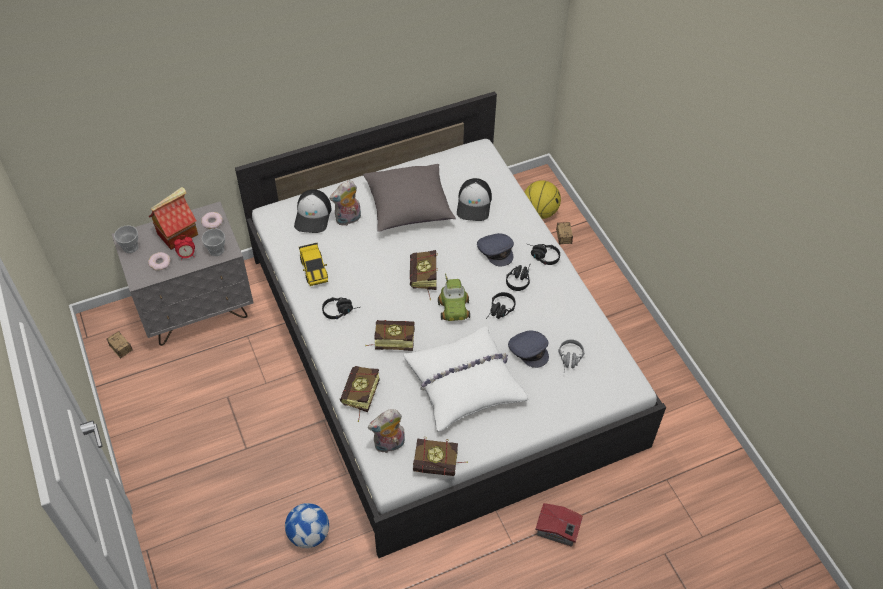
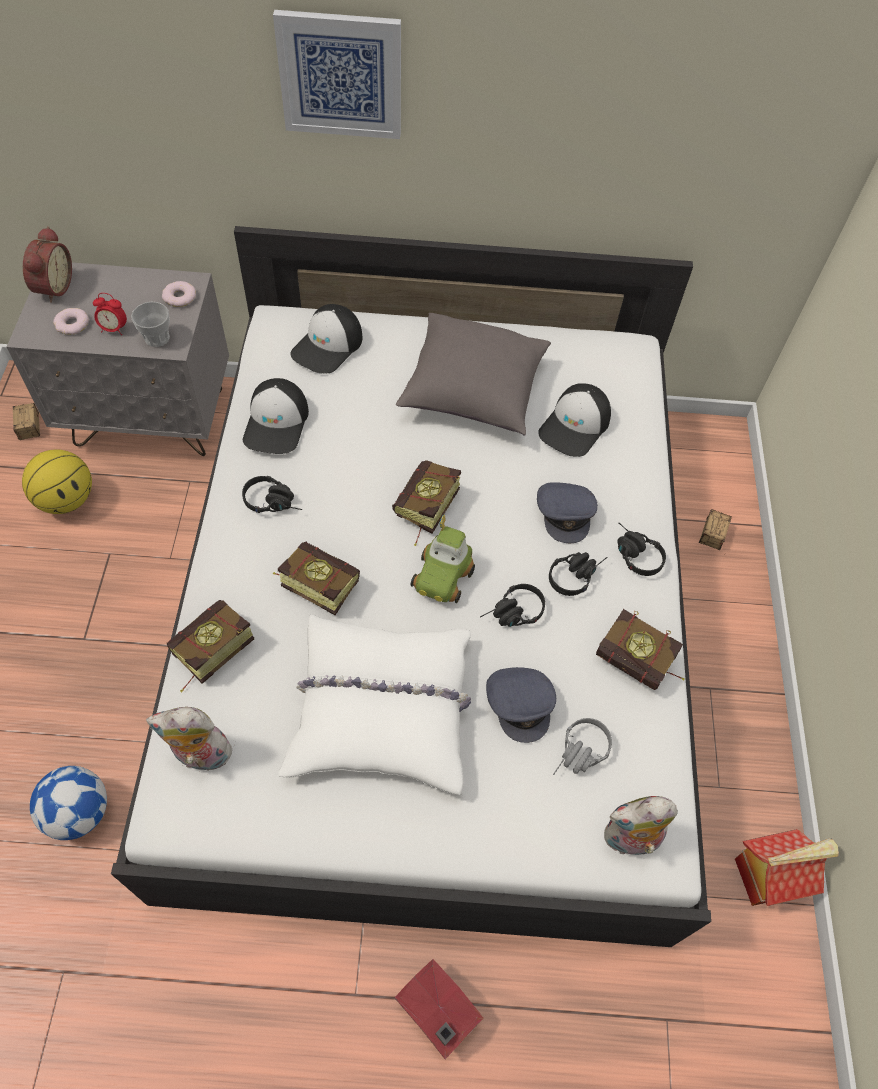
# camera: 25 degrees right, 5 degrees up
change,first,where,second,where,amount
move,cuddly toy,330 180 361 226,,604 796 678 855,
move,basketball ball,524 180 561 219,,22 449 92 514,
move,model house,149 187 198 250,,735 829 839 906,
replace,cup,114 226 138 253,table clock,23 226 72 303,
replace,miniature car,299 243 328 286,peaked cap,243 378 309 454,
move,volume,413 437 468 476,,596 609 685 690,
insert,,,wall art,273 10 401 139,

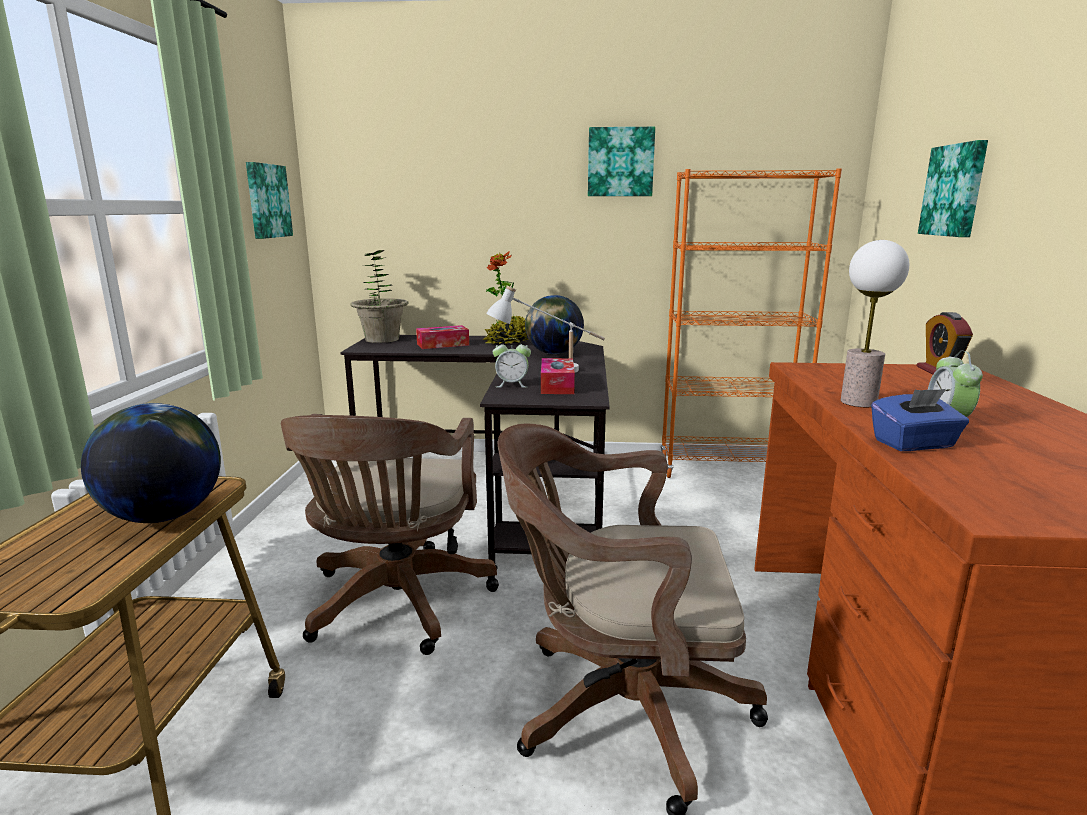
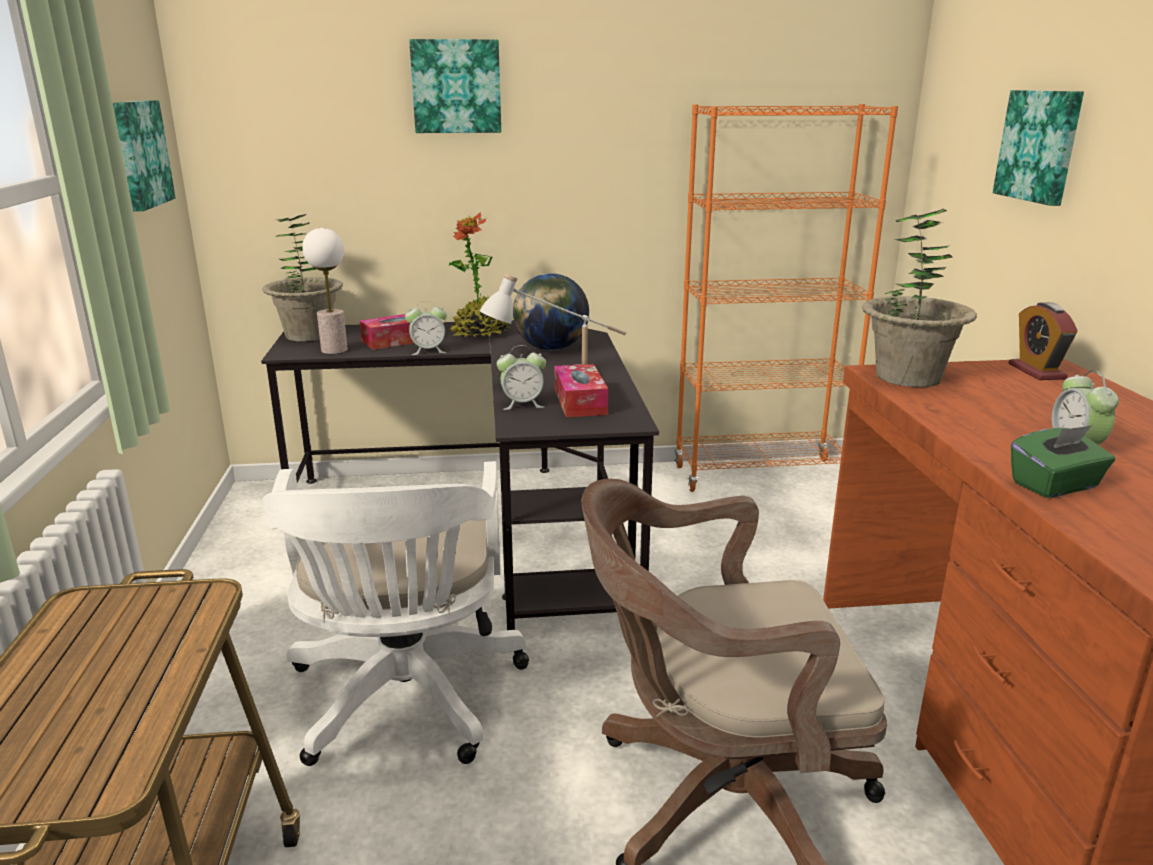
# camera: 10 degrees left, 5 degrees up
change,first,where,second,where,amount
move,wall art,588 127 655 196,,409 39 501 133,
move,tabletop lamp,841 240 909 407,,302 228 348 354,
recolor,blue-coloured tissue box,871 389 969 451,green-coloured tissue box,1011 425 1115 498,
delete,globe,81 403 221 523,,,
recolor,brown desk chair,281 414 499 655,white desk chair,263 461 529 766,
insert,,,houseplant,862 208 977 387,
insert,,,table clock,405 301 447 355,

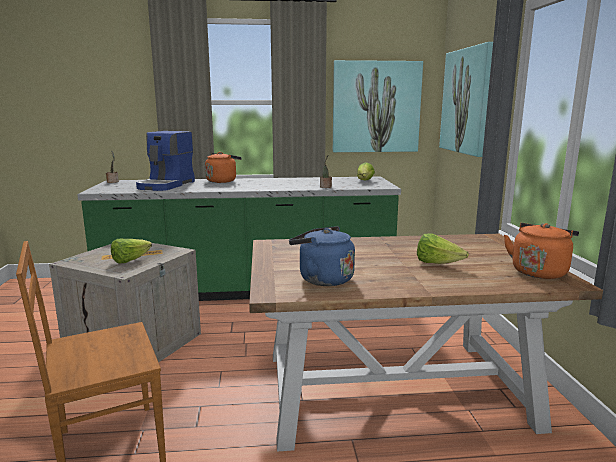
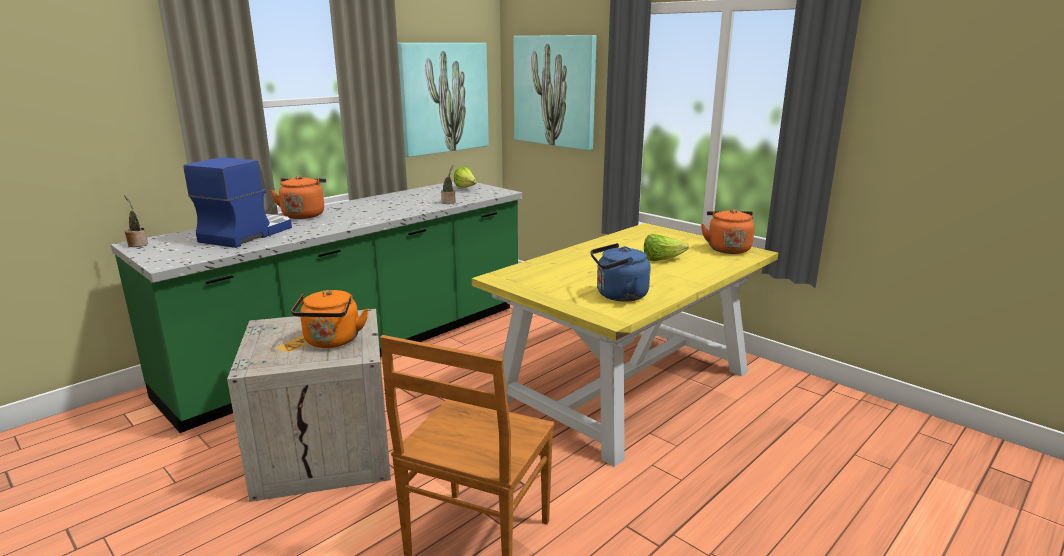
# camera: 40 degrees left, 5 degrees up
change,first,where,second,where,amount
rotate,coffee brewer,136 131 195 191,,183 157 292 248,135 degrees counterclockwise
recolor,brown dining table,249 234 603 452,yellow dining table,472 223 778 467,
replace,head of lettuce,111 239 152 263,orange tea kettle,291 290 368 348,

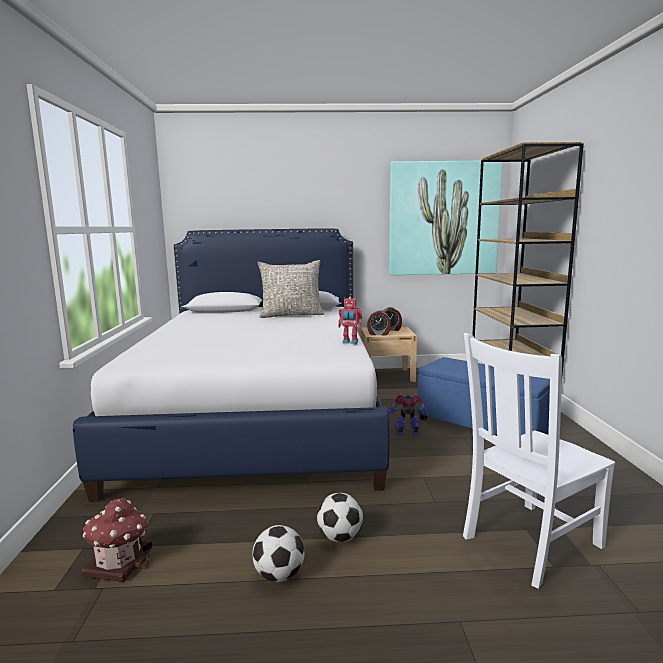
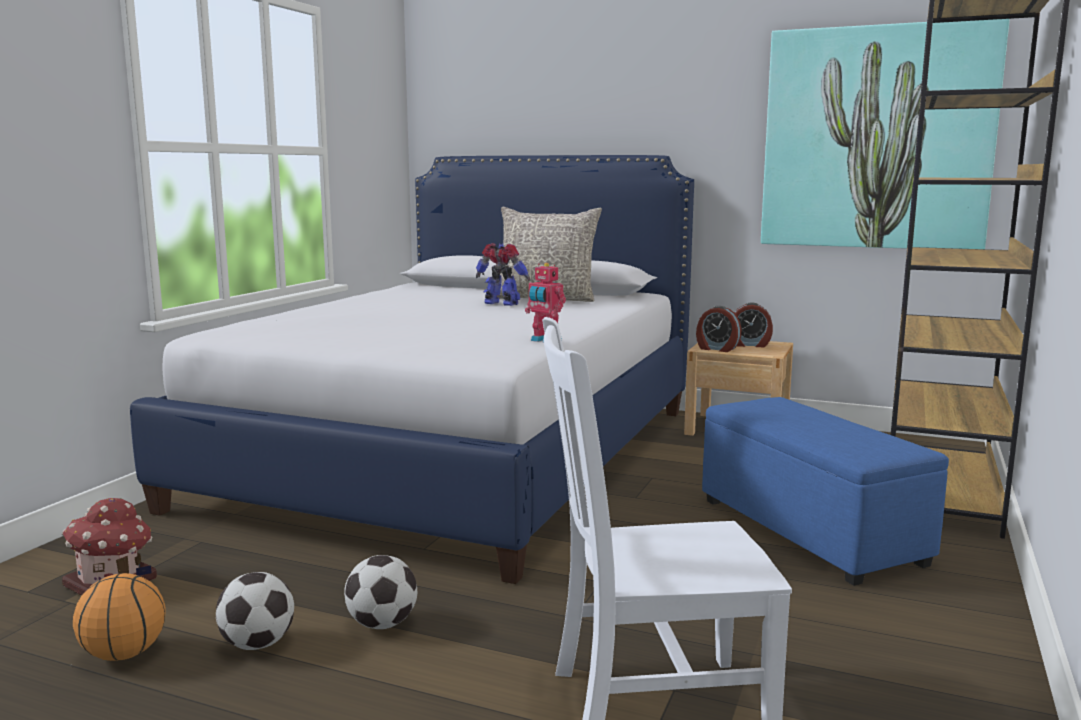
# camera: 25 degrees right, 0 degrees up
change,first,where,second,where,amount
move,toy robot,389 393 429 435,,476 243 531 306,
insert,,,basketball ball,73 573 166 661,

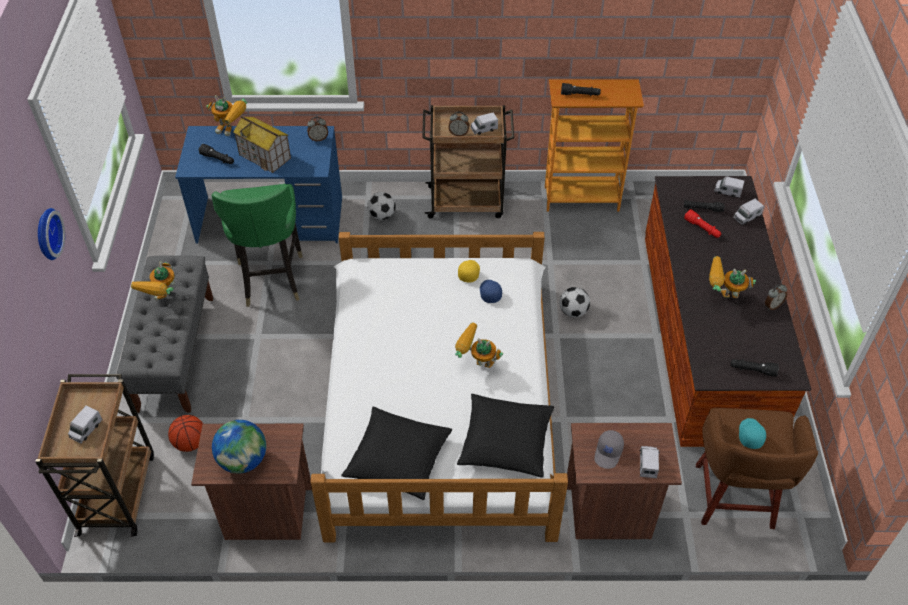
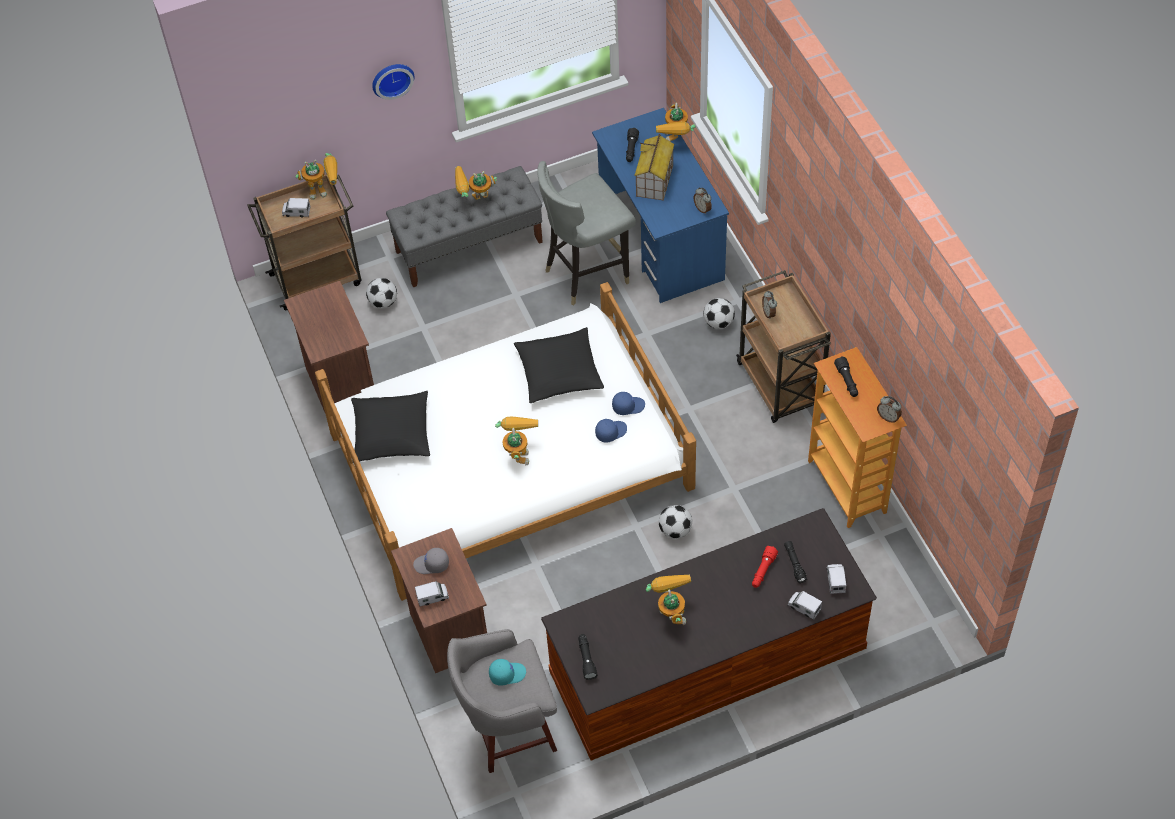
# camera: 70 degrees right, 5 degrees up
change,first,where,second,where,amount
delete,toy lorry,470 112 498 135,,,
recolor,green-coloured chair,211 184 303 307,greyish chair,537 161 636 305,
recolor,yellow peaked cap,458 260 480 282,blue-coloured peaked cap,612 392 645 415,
move,table clock,765 284 787 310,,877 396 902 423,
move,blackish cushion,457 394 554 478,,514 327 604 403,
recolor,brown stool,696 408 818 529,greyish stool,447 629 557 773,
replace,basketball ball,168 415 203 452,ball for football,366 278 397 308,
delete,globe,212 420 266 474,,,
insert,,,toy robot,295 153 337 200,

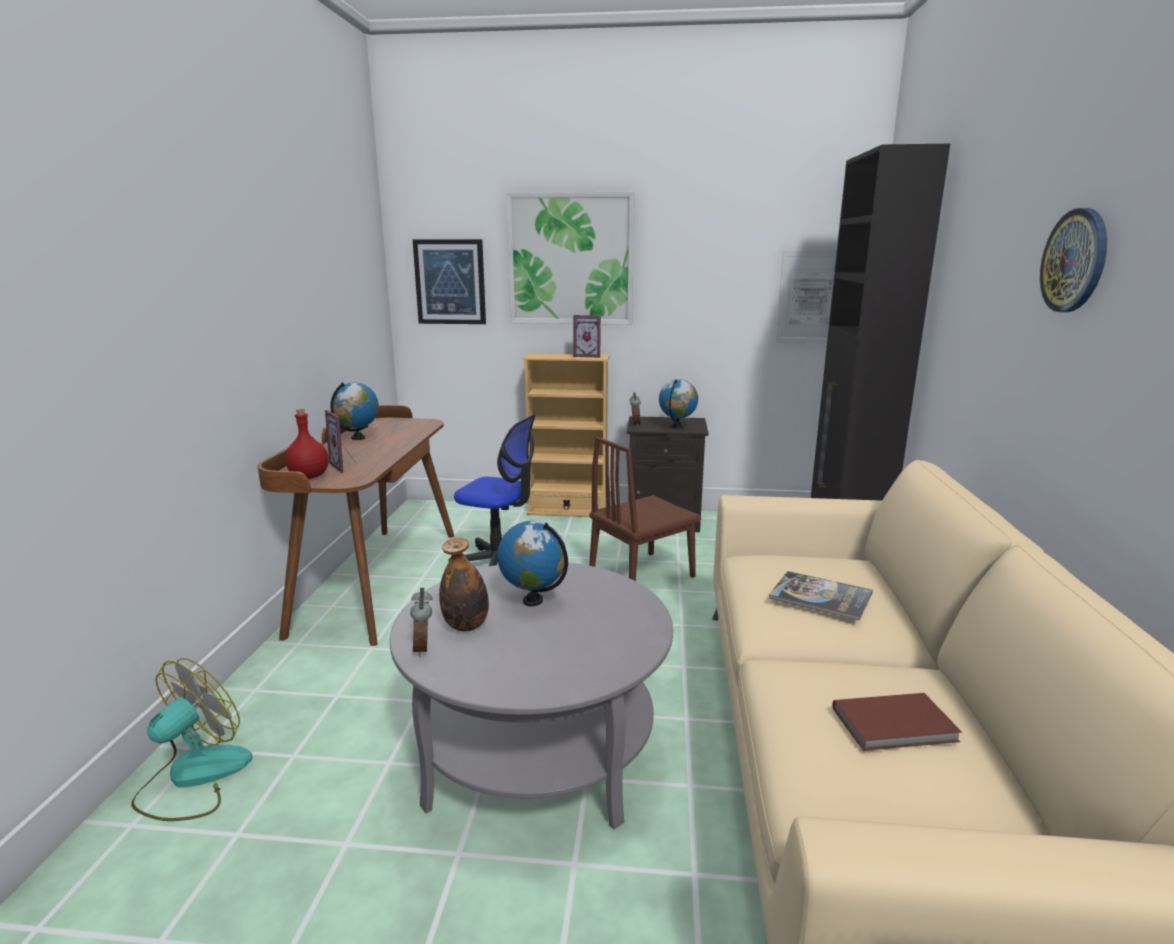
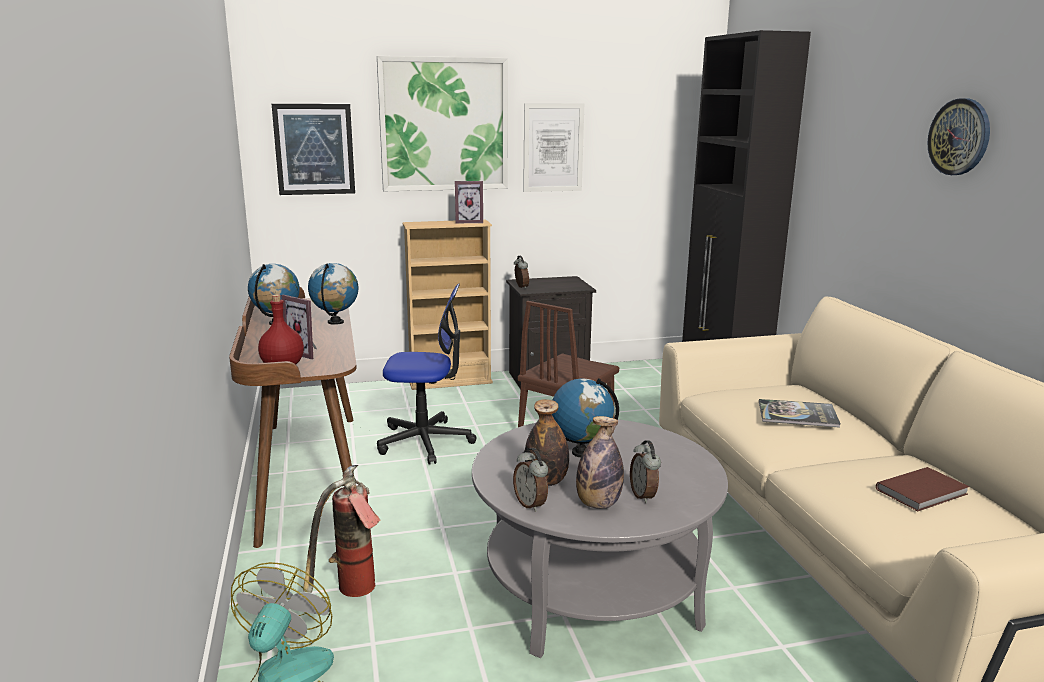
# camera: 20 degrees left, 0 degrees up
change,first,where,second,where,amount
move,wall art,775 251 837 343,,523 103 584 192,
move,globe,659 379 698 429,,308 263 358 325,
insert,,,beverage bottle,576 416 624 509,
insert,,,table clock,630 440 661 503,
insert,,,fire extinguisher,303 465 381 597,

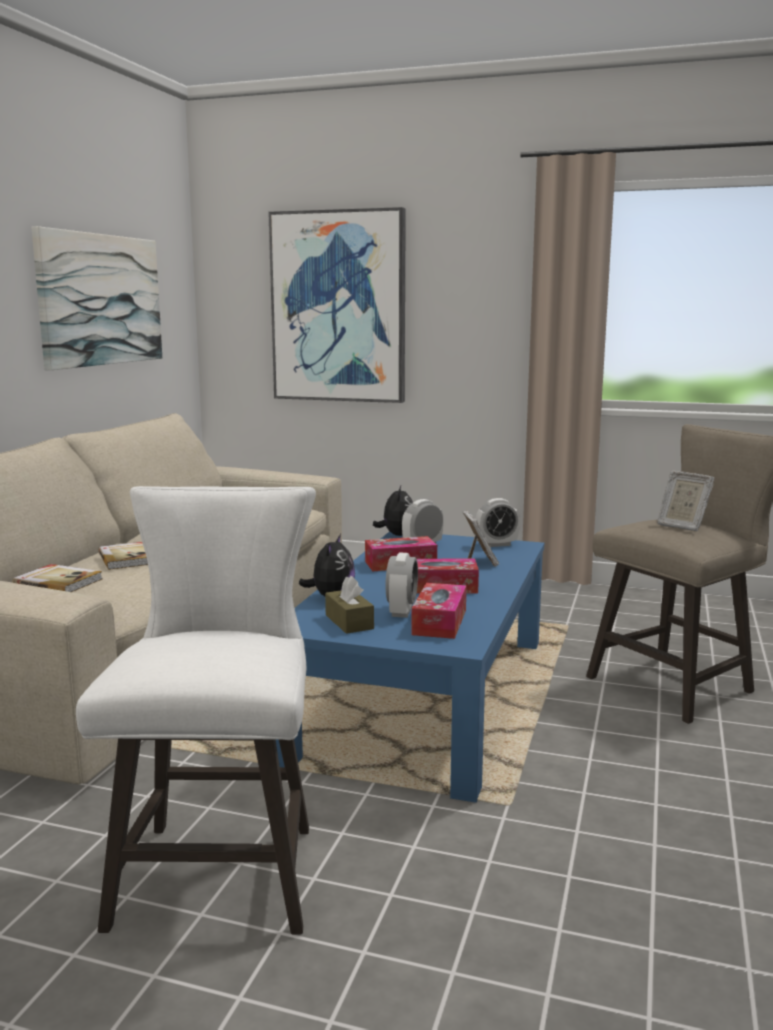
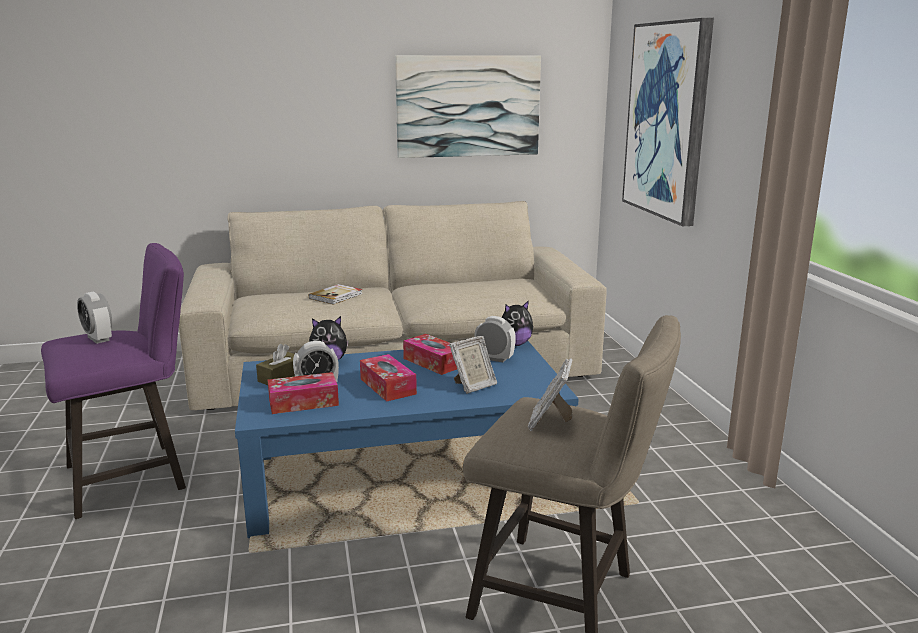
# camera: 60 degrees right, 5 degrees up
change,first,where,second,where,amount
recolor,white stool,76 486 316 935,purple-coloured stool,41 243 186 519,
move,table clock,476 498 520 547,,77 292 112 344,
delete,volume,12 564 102 592,,,

